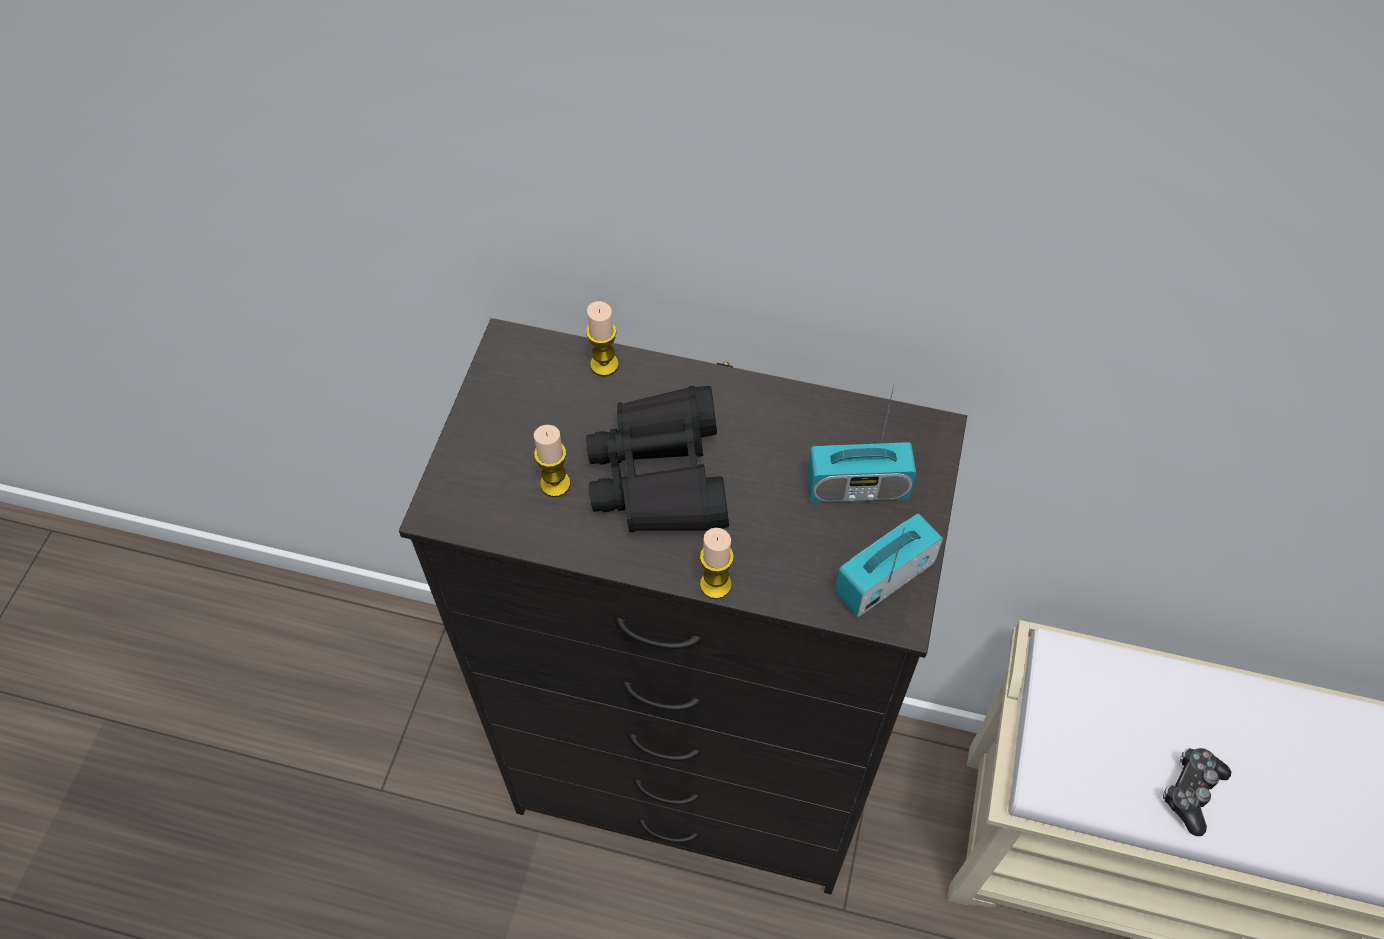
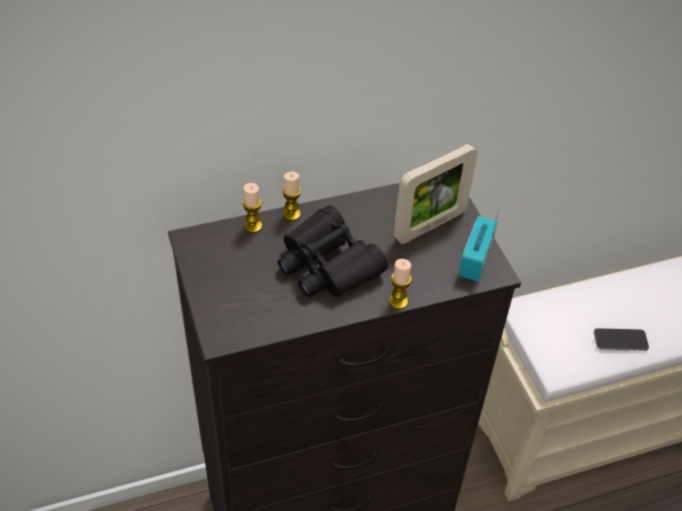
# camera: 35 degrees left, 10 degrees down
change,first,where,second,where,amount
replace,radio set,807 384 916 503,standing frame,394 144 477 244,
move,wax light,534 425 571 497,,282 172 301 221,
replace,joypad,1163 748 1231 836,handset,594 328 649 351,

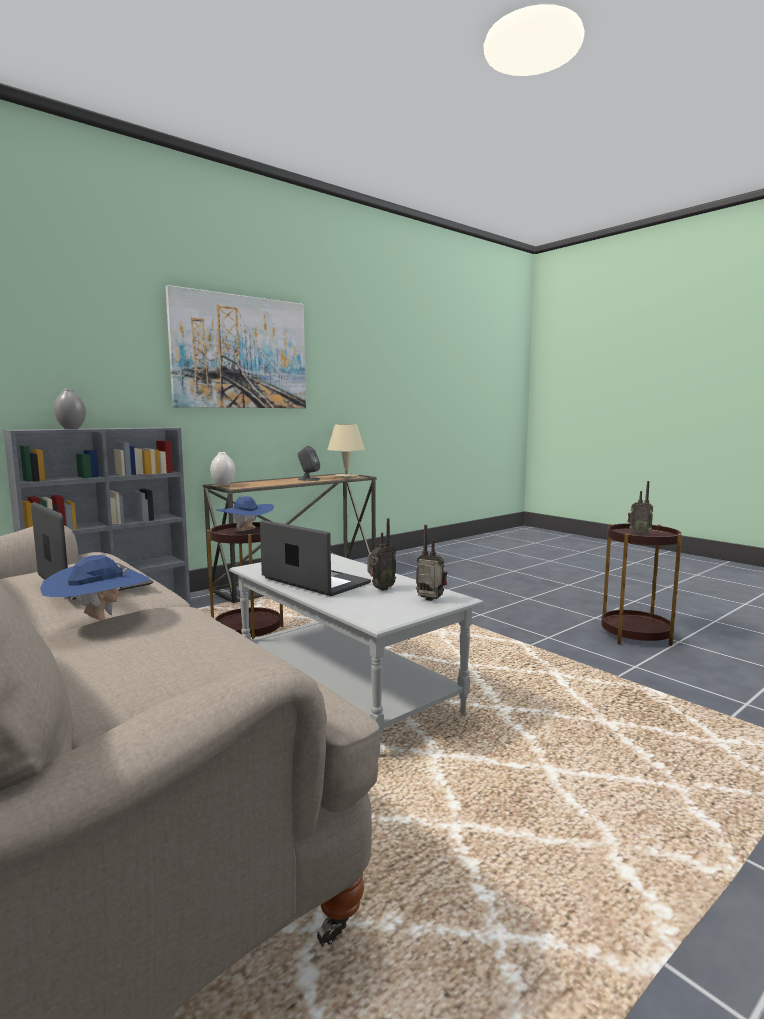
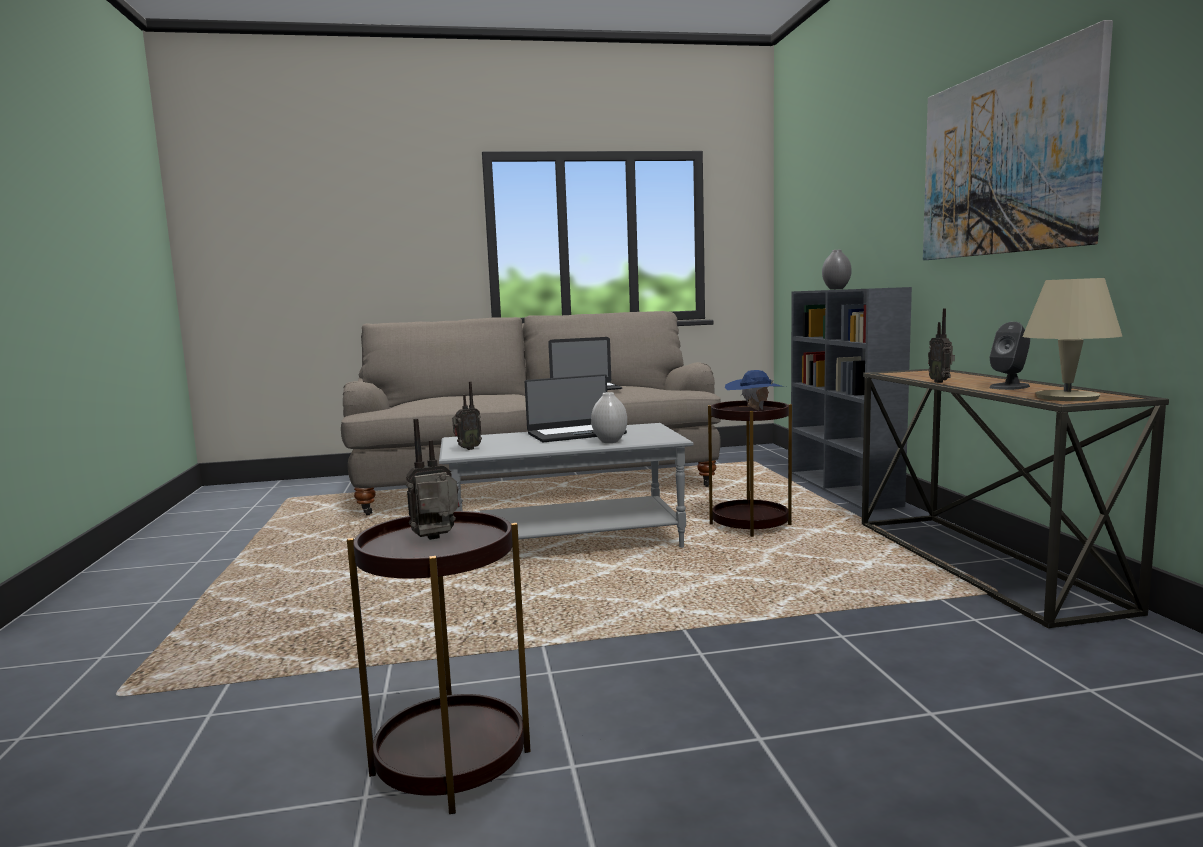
# camera: 120 degrees right, 0 degrees up
change,first,where,second,where,amount
move,white flower vase,210 452 235 486,,591 392 627 443,
move,radio set,368 518 396 591,,928 308 955 383,
delete,blue-coloured clothing hat,40 555 149 620,,,

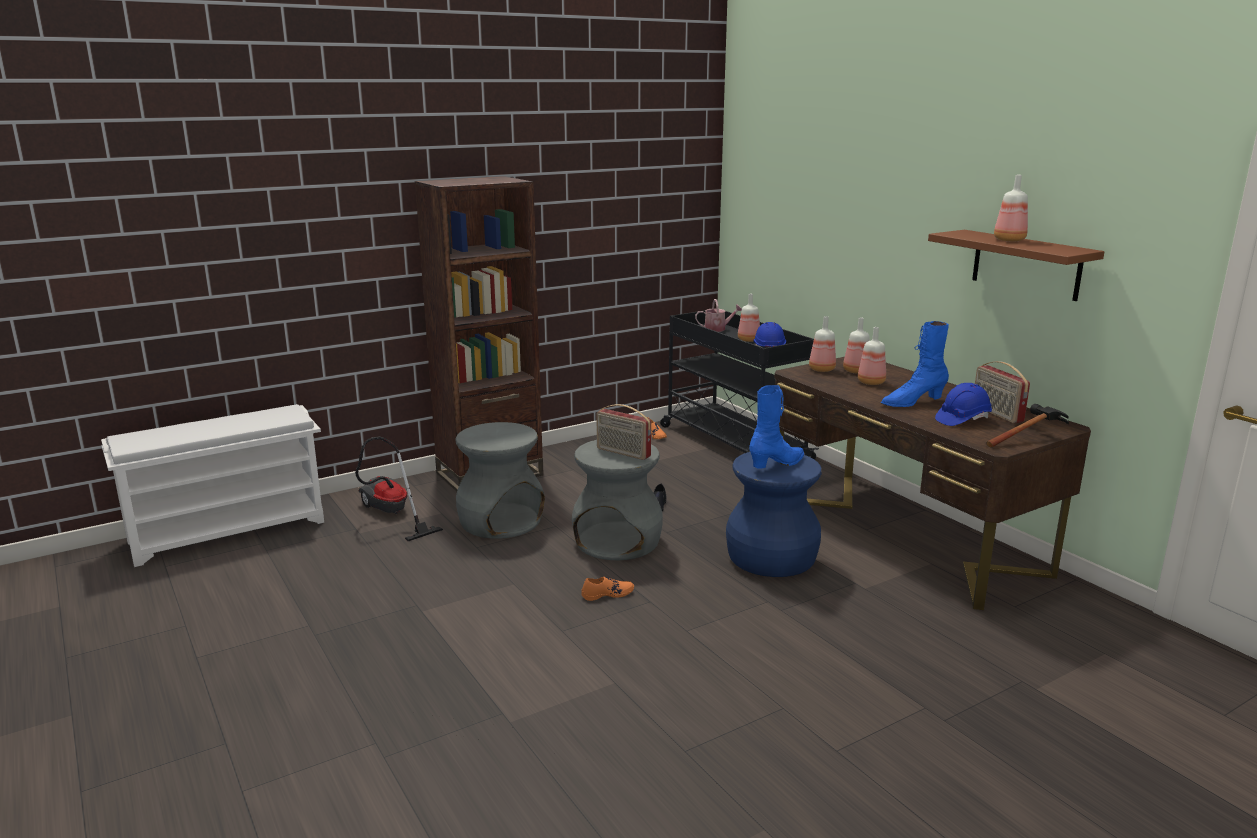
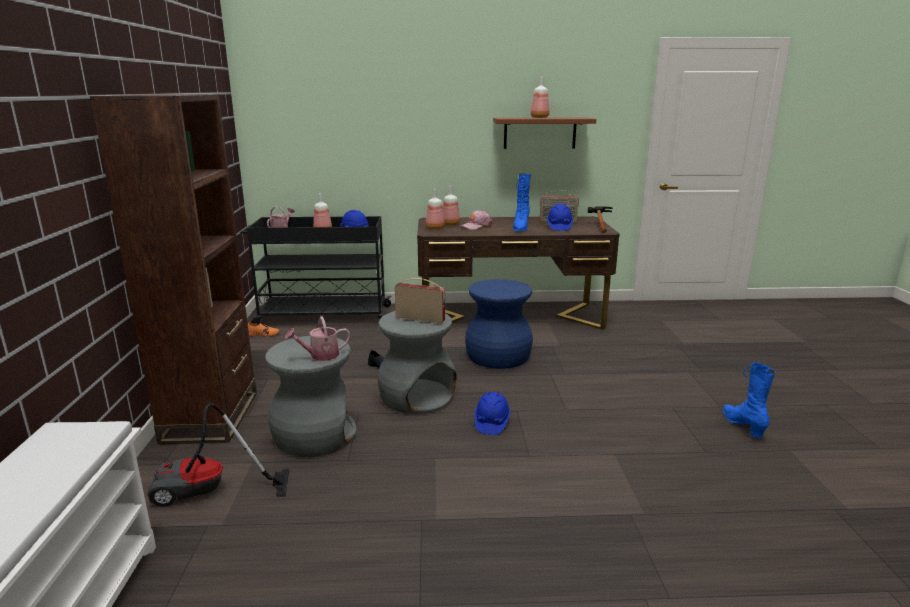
# camera: 60 degrees left, 0 degrees up
change,first,where,second,where,amount
replace,beverage bottle,858 327 886 385,pink peaked cap,461 210 493 230,
move,blue-coloured boot,749 385 804 469,,723 362 776 438,
rotate,radio set,596 404 651 460,,395 278 445 324,135 degrees counterclockwise
replace,orange item of footwear,581 577 634 601,blue-coloured hard hat,475 392 511 435,
insert,,,watering can,285 316 350 361,

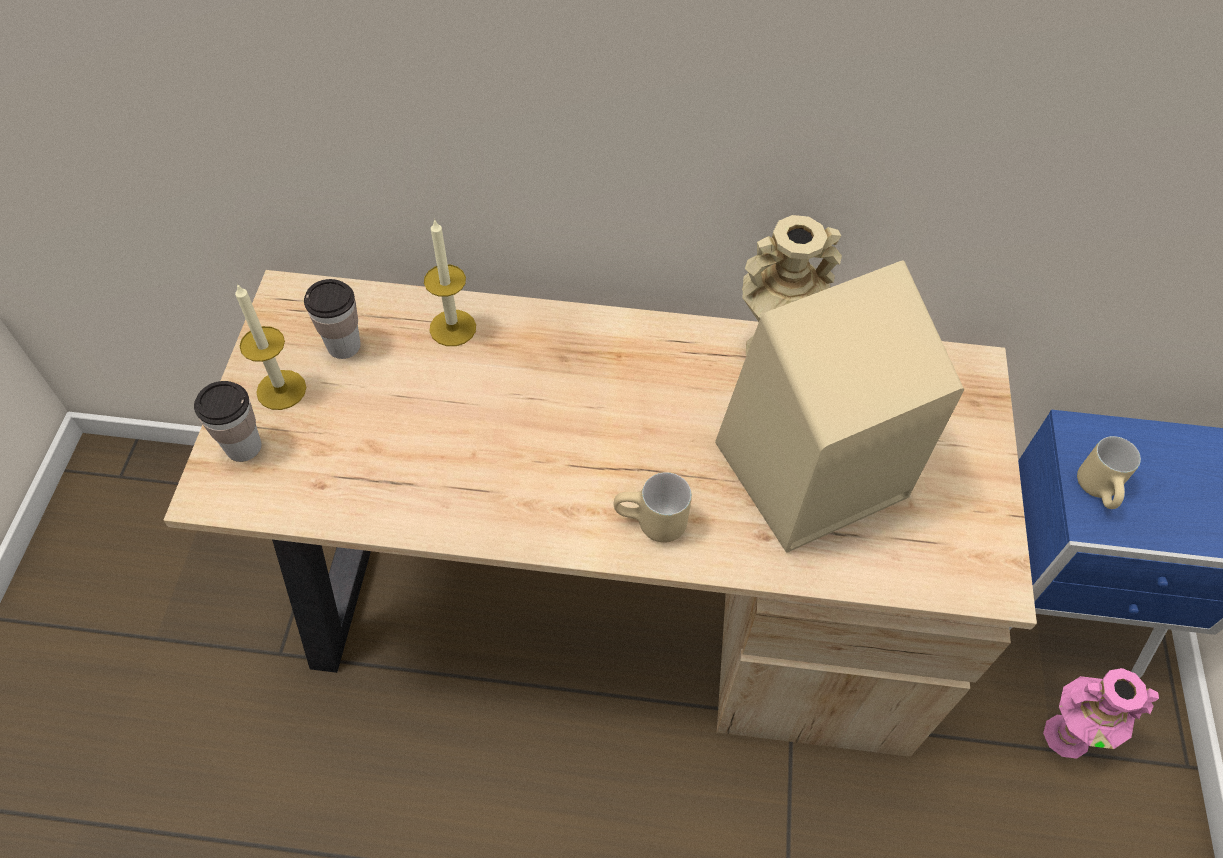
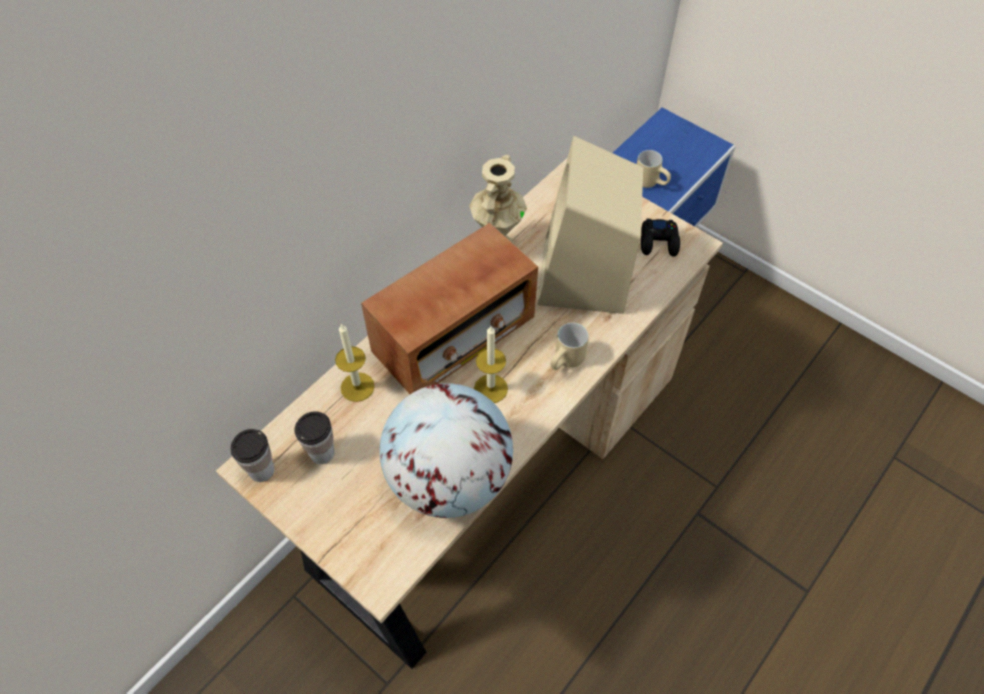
# camera: 55 degrees left, 0 degrees up
change,first,where,second,where,amount
move,wax light,235 283 306 410,,474 326 508 403,
move,cup,194 381 262 462,,230 429 274 482,
delete,pink flower vase,1043 668 1159 759,,,
insert,,,blackish joypad,641 219 680 257,
insert,,,radio set,361 223 538 394,
insert,,,globe,379 383 513 518,

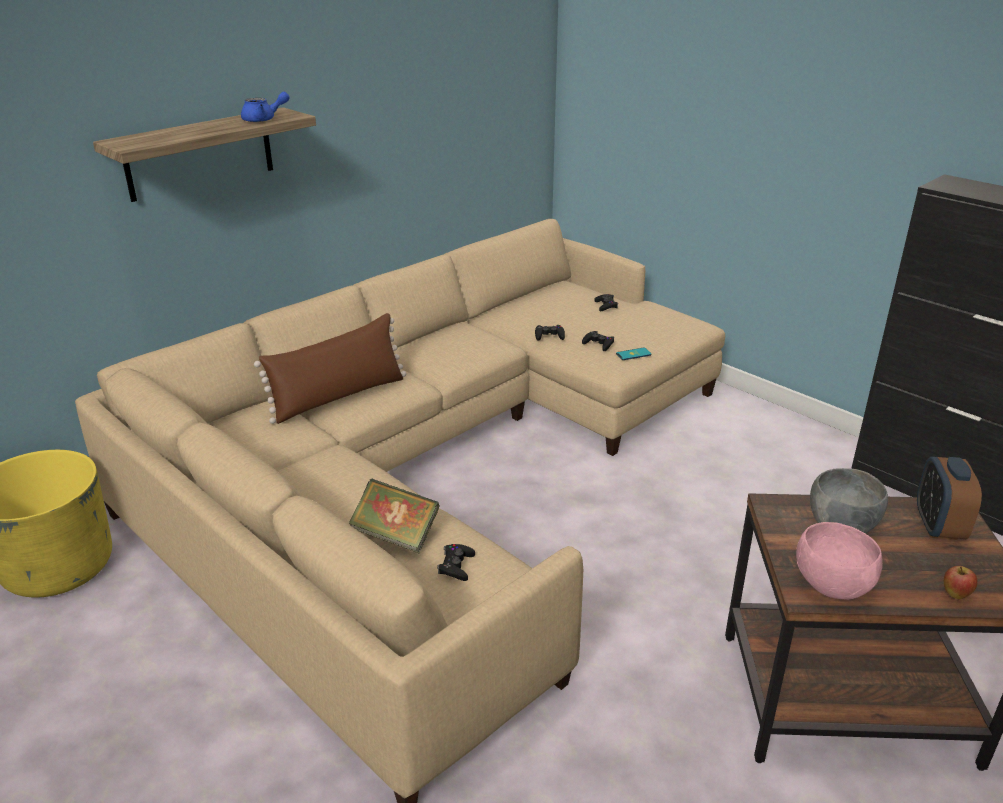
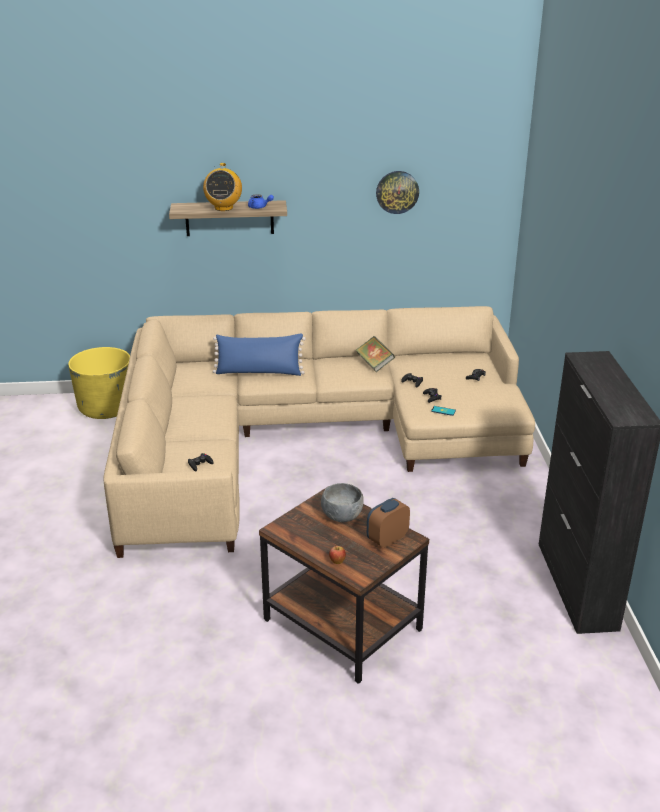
# camera: 40 degrees right, 0 degrees up
change,first,where,second,where,amount
recolor,brown cushion,254 313 406 424,blue-coloured cushion,213 334 306 376,
move,volume,349 479 439 553,,356 336 395 372,
delete,pink serving bowl,796 522 883 600,,,
insert,,,radio set,203 163 242 211,
insert,,,clock on the wall,376 171 419 214,

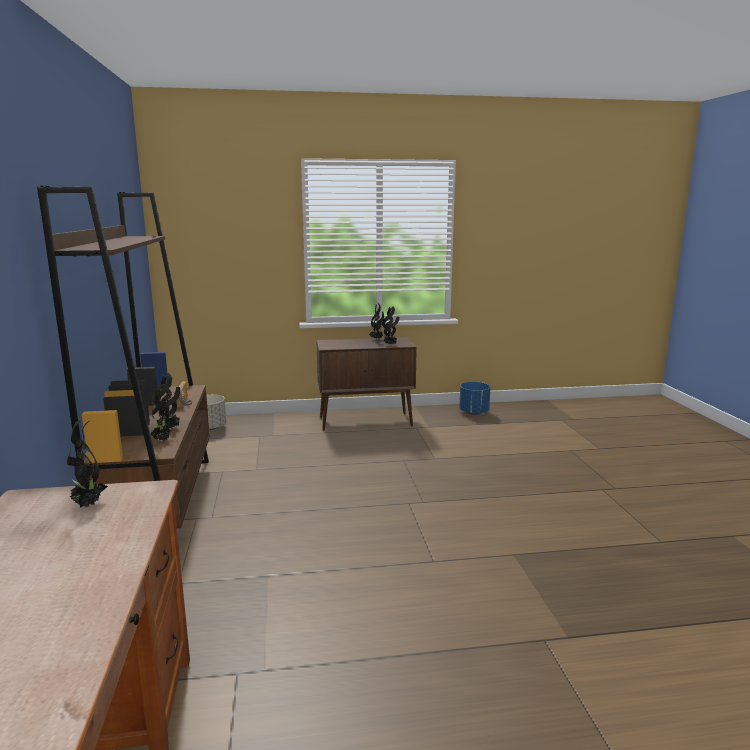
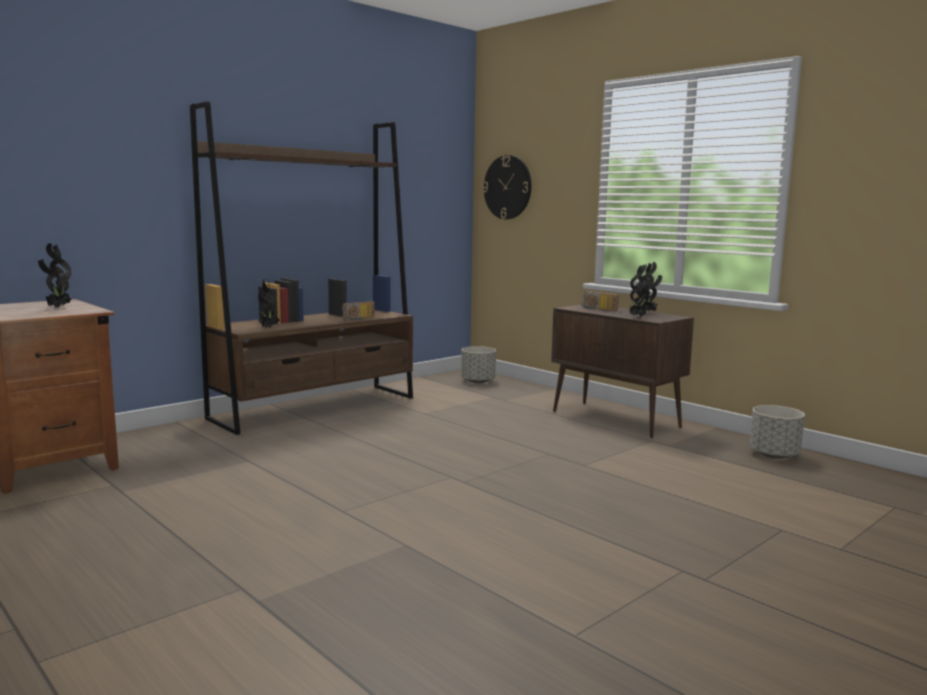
# camera: 55 degrees right, 5 degrees down
change,first,where,second,where,amount
delete,houseplant,155 373 180 429,,,
recolor,blue-coloured flower pot,459 382 491 415,greyish flower pot,749 405 805 459,
insert,,,clock on the wall,483 155 531 219,
insert,,,radio set,581 291 619 311,

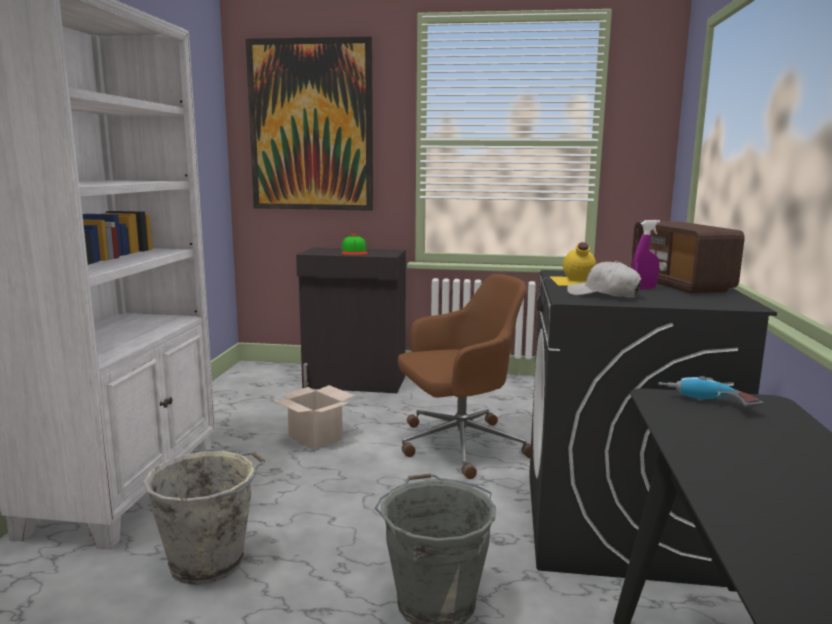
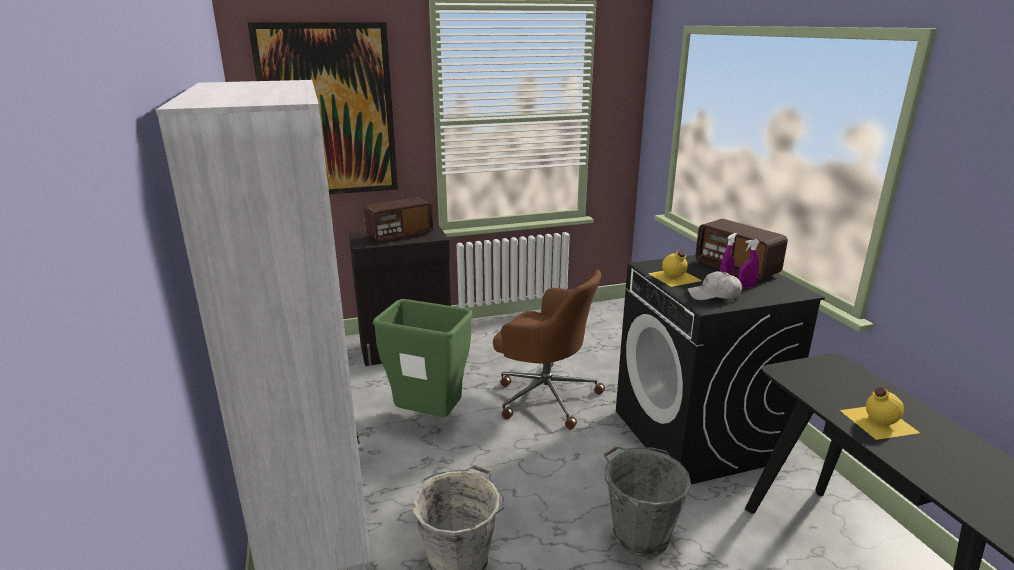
# camera: 25 degrees left, 10 degrees up
change,first,where,second,where,amount
replace,peaked cap,342 234 368 255,radio set,364 197 433 243,
rotate,brown desk chair,398 274 531 479,,493 270 605 429,75 degrees clockwise
delete,power drill,659 376 764 408,,,
replace,carton,273 385 355 450,green-coloured trash can,373 299 472 417,
insert,,,purple-coloured sprayer,738 240 760 288,
insert,,,yellow beverage bottle,840 388 920 440,

